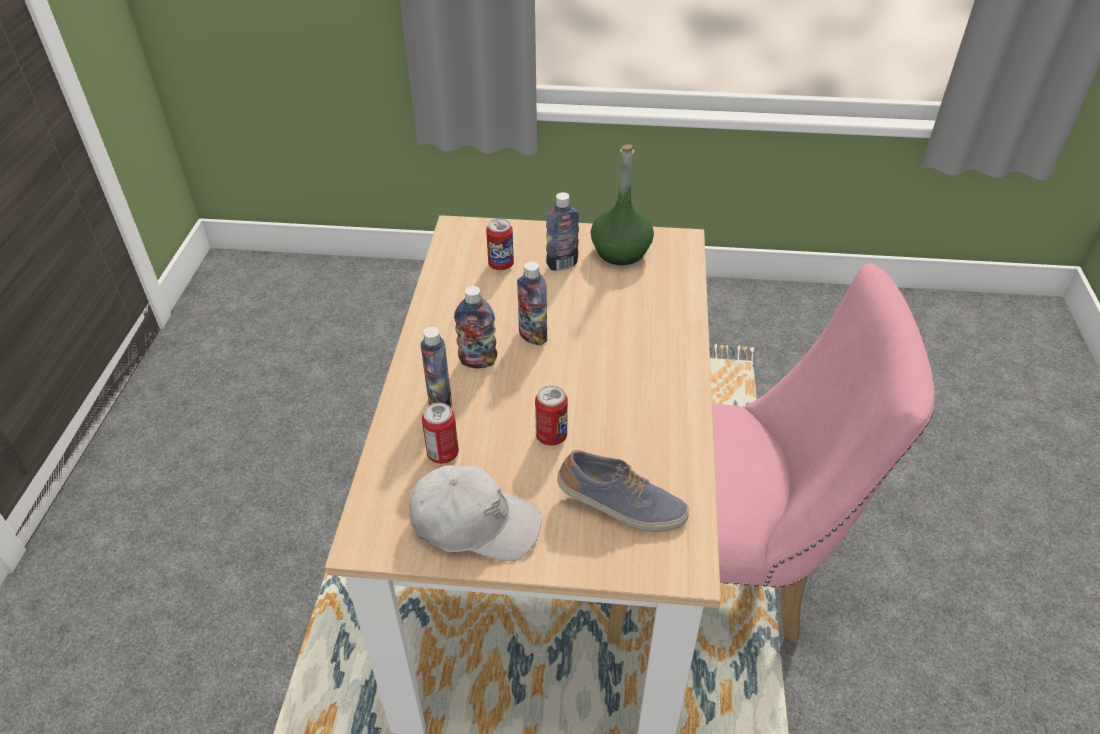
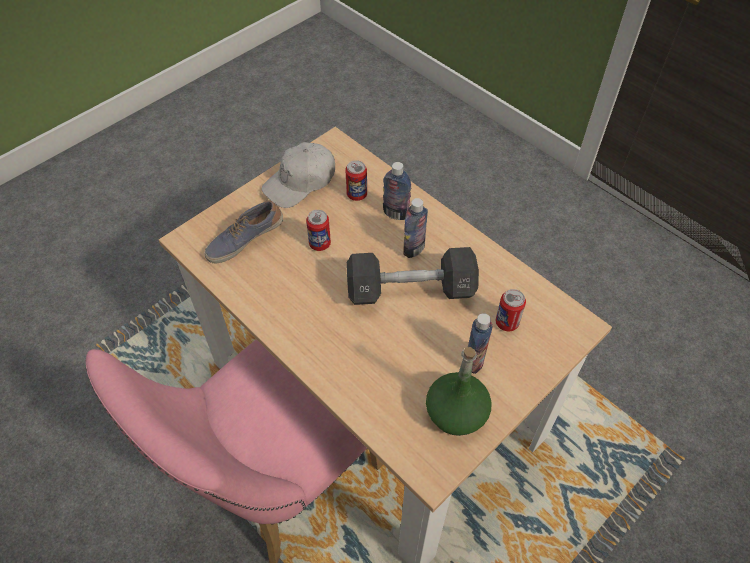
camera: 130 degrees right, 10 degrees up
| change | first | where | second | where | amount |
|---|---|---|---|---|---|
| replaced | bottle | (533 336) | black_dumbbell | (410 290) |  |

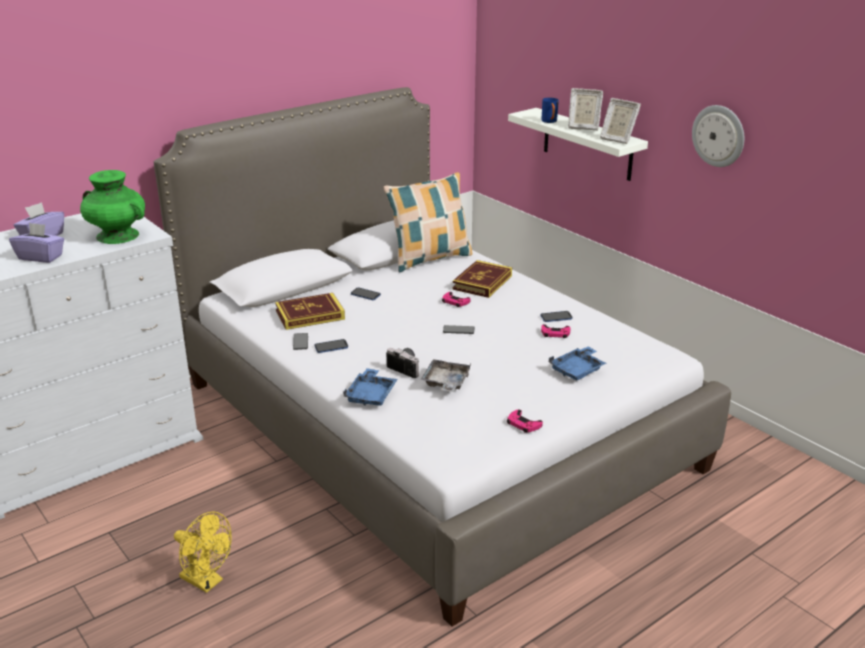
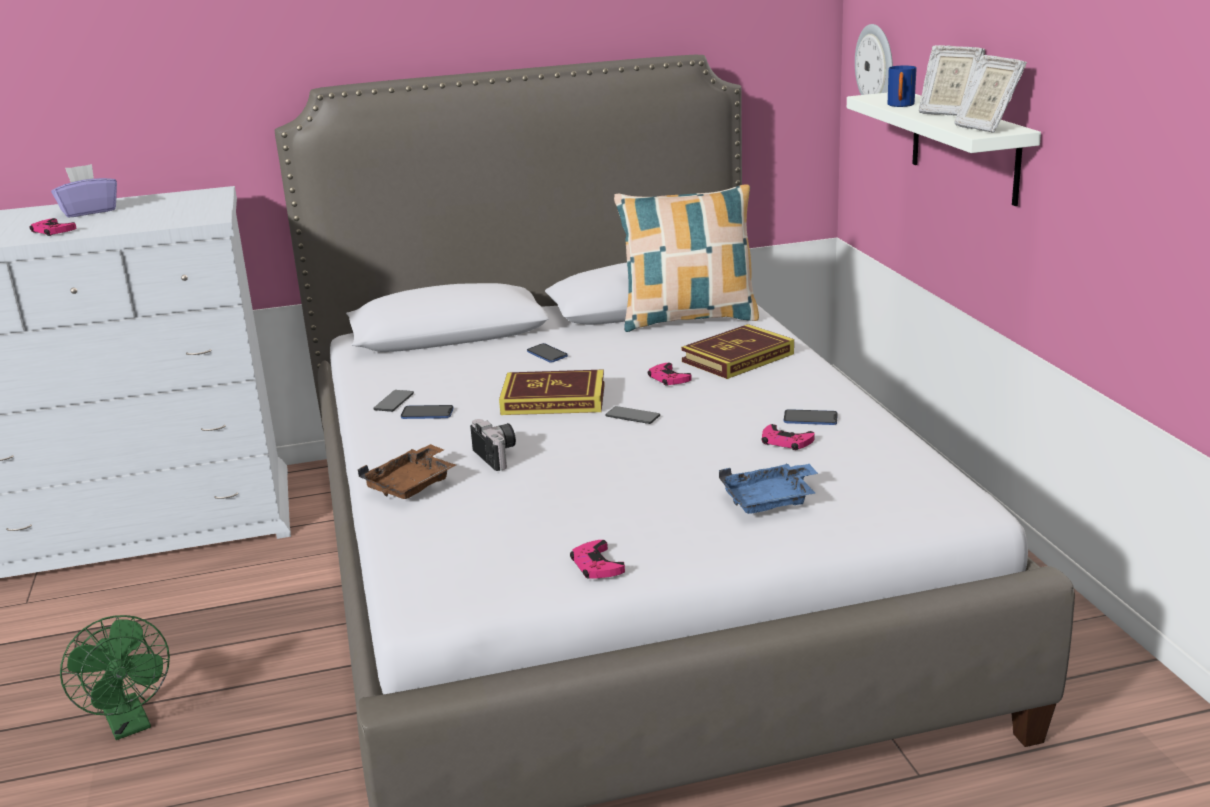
camera: 25 degrees right, 5 degrees down
| change | first | where | second | where | amount |
|---|---|---|---|---|---|
| removed | green_vase | (118 236) |  |  |  |
| removed | grey_tray | (446 383) |  |  |  |
| moved | book | (310 315) |  | (553 399) |  |
| moved | wall_clock | (719 135) |  | (876 66) |  |
| replaced | purple_tissue_box | (41 257) | pink_game_controller | (53 231) |  |
| recoloured | yellow_fan | (206 581) | green_fan | (130 725) |  |
| recoloured | blue_tray | (371 395) | brown_tray | (412 484) |  |

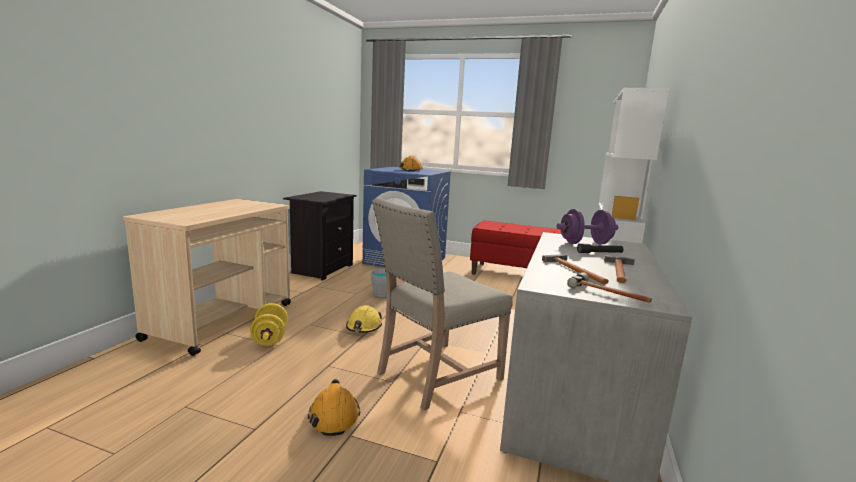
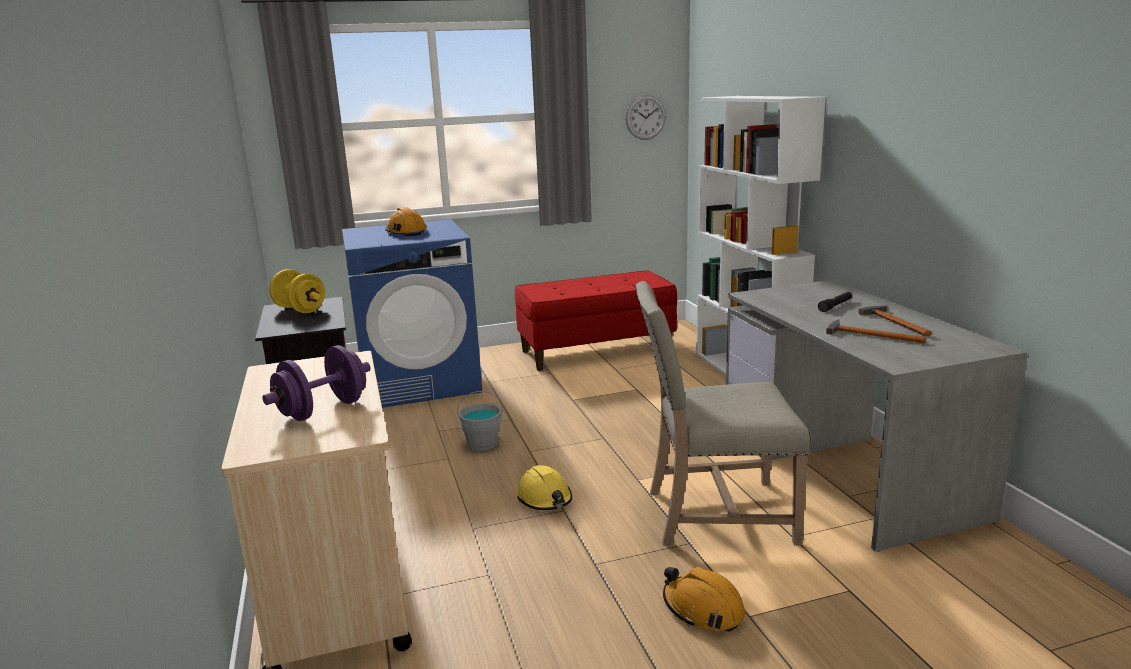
camera: 35 degrees left, 5 degrees up
| change | first | where | second | where | amount |
|---|---|---|---|---|---|
| removed | hammer | (608 294) |  |  |  |
| added |  |  | wall_clock | (645 117) |  |
| moved | yellow_dumbbell | (270 338) |  | (300 309) |  |
| moved | purple_dumbbell | (585 243) |  | (323 410) |  |
| turned | beige_chair | (435 375) |  | (714 514) | 75 degrees clockwise |

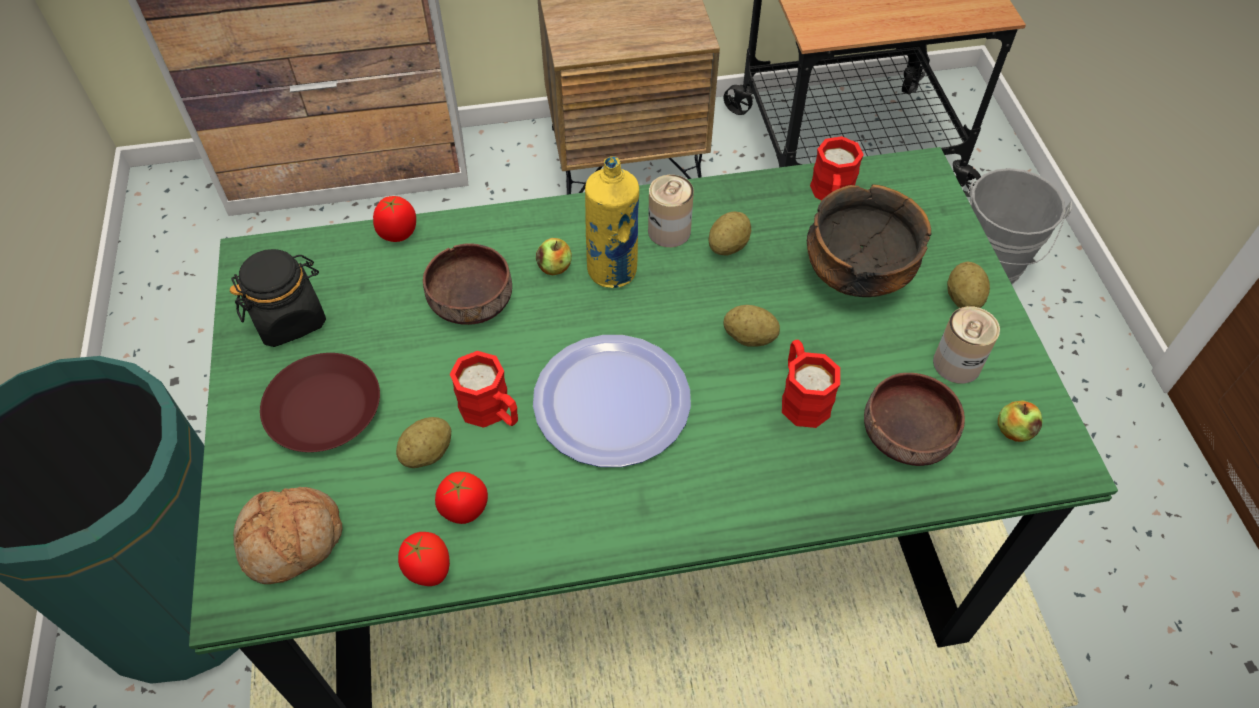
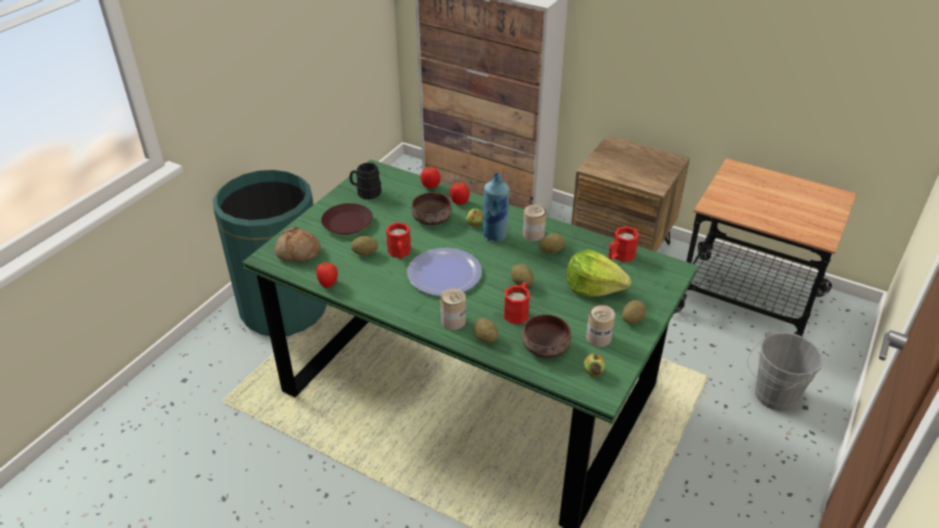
camera: 40 degrees right, 15 degrees down
| change | first | where | second | where | amount |
|---|---|---|---|---|---|
| added |  |  | can | (453 321) |  |
| added |  |  | potato | (485 338) |  |
| moved | tomato | (465 511) |  | (459 202) |  |
| replaced | black_jar | (289 318) | black_mug | (366 192) |  |
| replaced | bowl | (855 275) | lettuce | (593 287) |  |
| recoloured | yellow_bottle | (613 271) | blue_bottle | (495 235) |  |

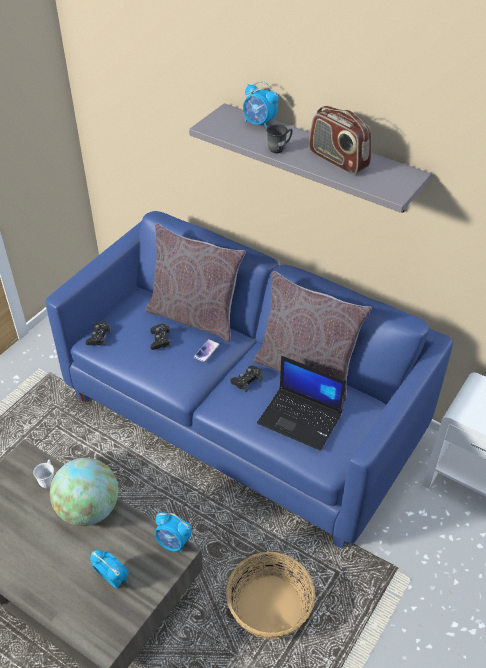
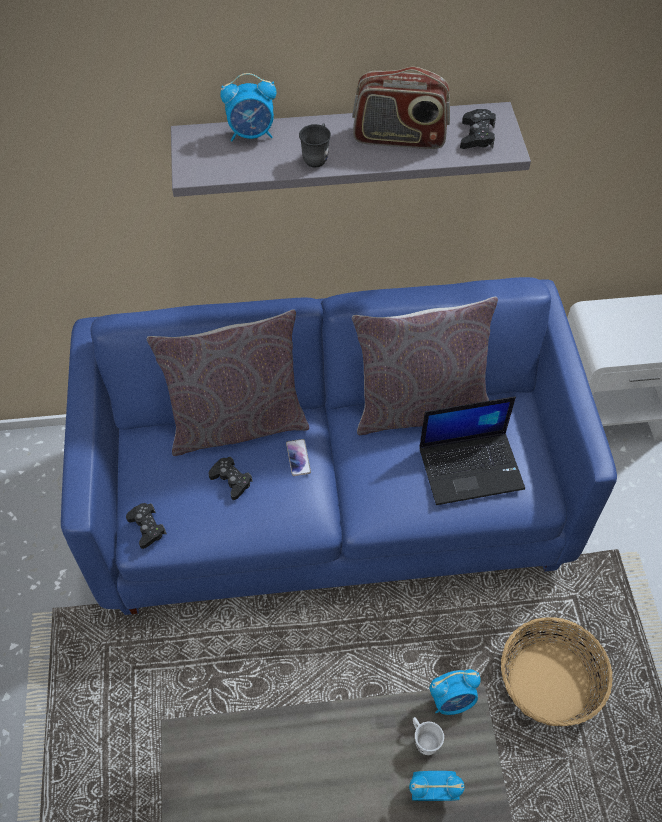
camera: 40 degrees left, 10 degrees up
| change | first | where | second | where | amount |
|---|---|---|---|---|---|
| removed | globe | (89 509) |  |  |  |
| moved | white_mug | (48 480) |  | (423 740) |  |
| moved | black_game_controller | (247 380) |  | (477 136) |  |

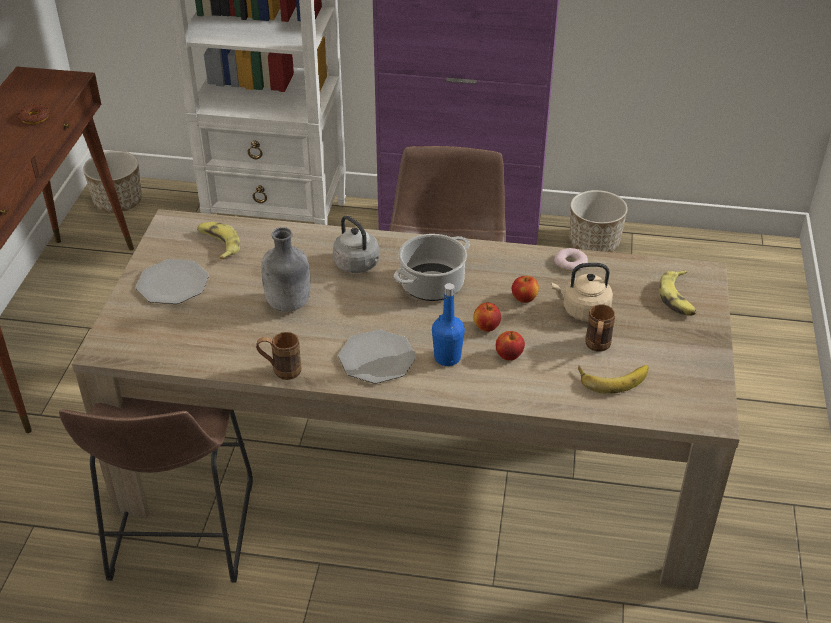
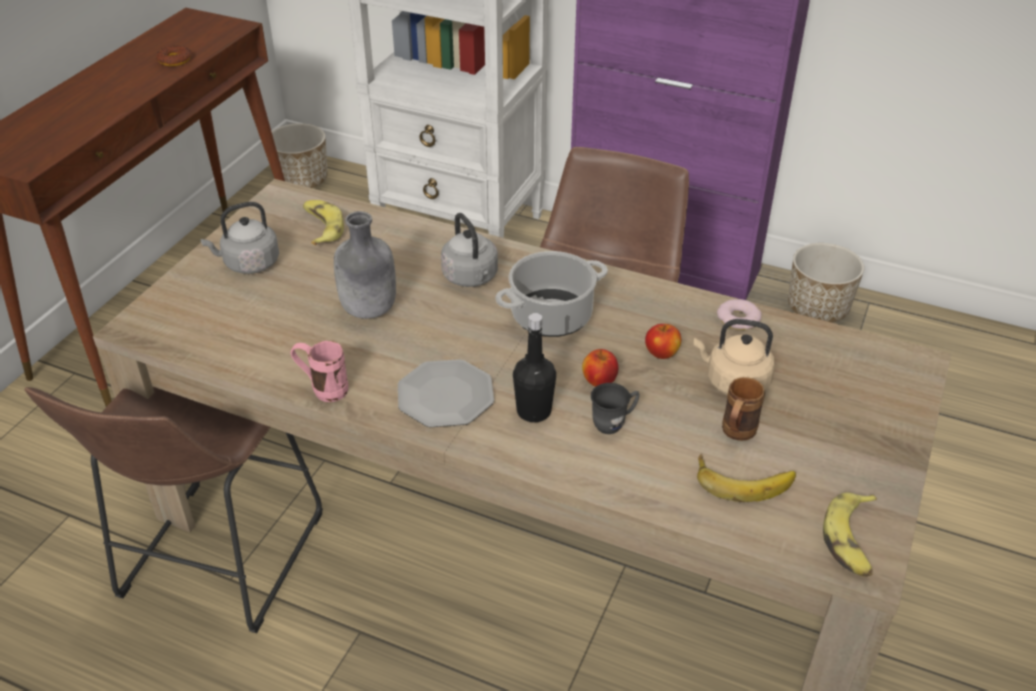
camera: 15 degrees right, 0 degrees up
| change | first | where | second | where | amount |
|---|---|---|---|---|---|
| moved | banana | (678 298) |  | (852 540) |  |
| replaced | plate | (172 284) | grey_kettle | (249 264) |  |
| replaced | apple | (509 355) | grey_mug | (614 423) |  |
| recoloured | brown_mug | (280 370) | pink_mug | (323 389) |  |
| recoloured | blue_bottle | (447 358) | black_bottle | (534 411) |  |

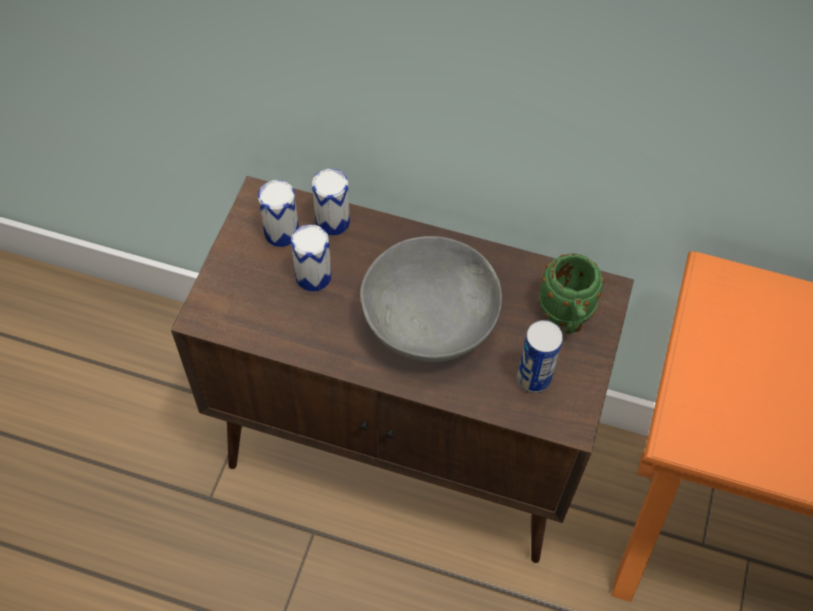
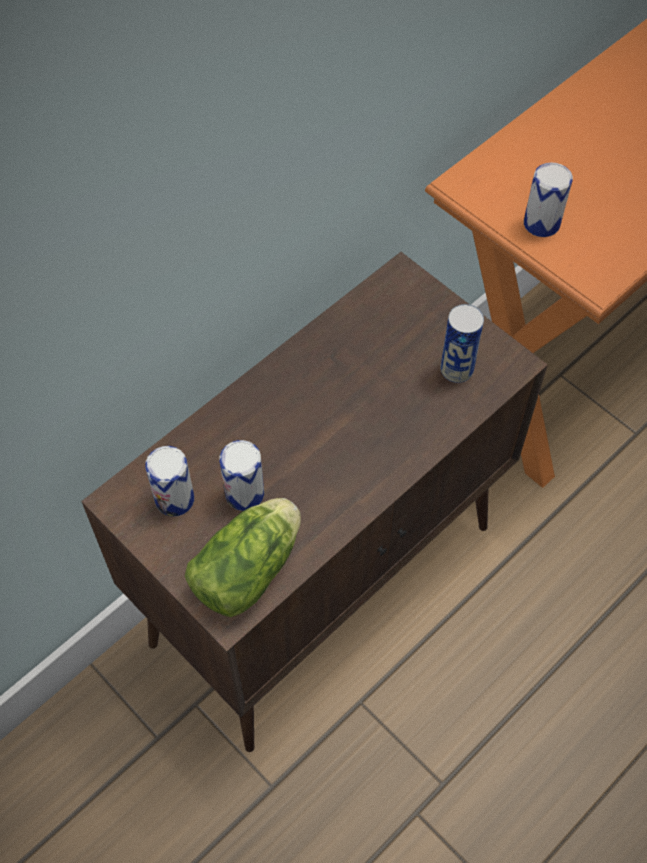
camera: 60 degrees left, 0 degrees up
| change | first | where | second | where | amount |
|---|---|---|---|---|---|
| removed | grey_bowl | (429 323) |  |  |  |
| removed | green_mug | (566 316) |  |  |  |
| added |  |  | lettuce | (251 566) |  |
| moved | can | (332 221) |  | (541 223) |  |

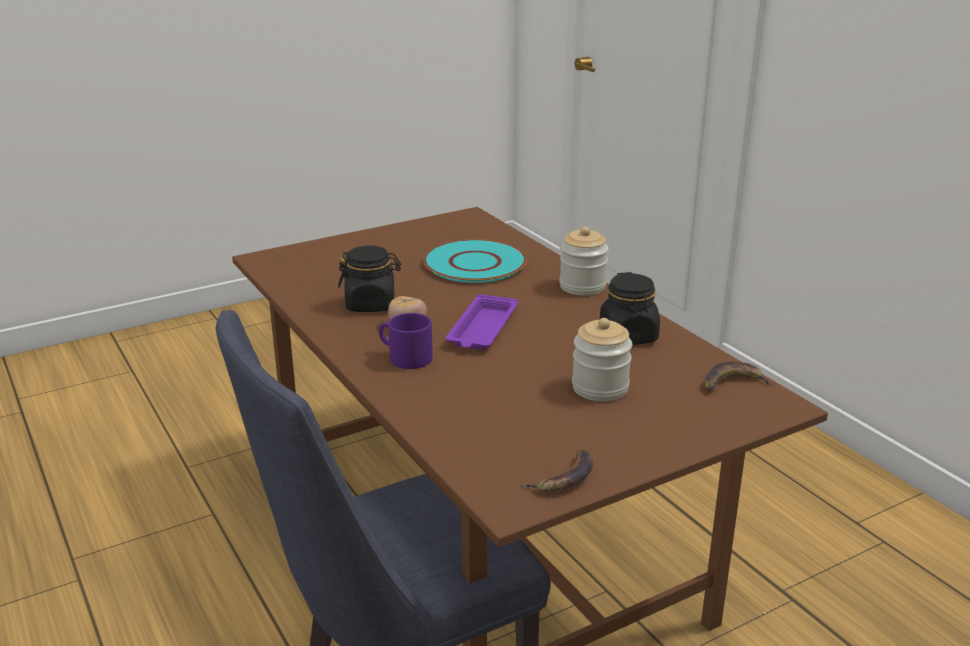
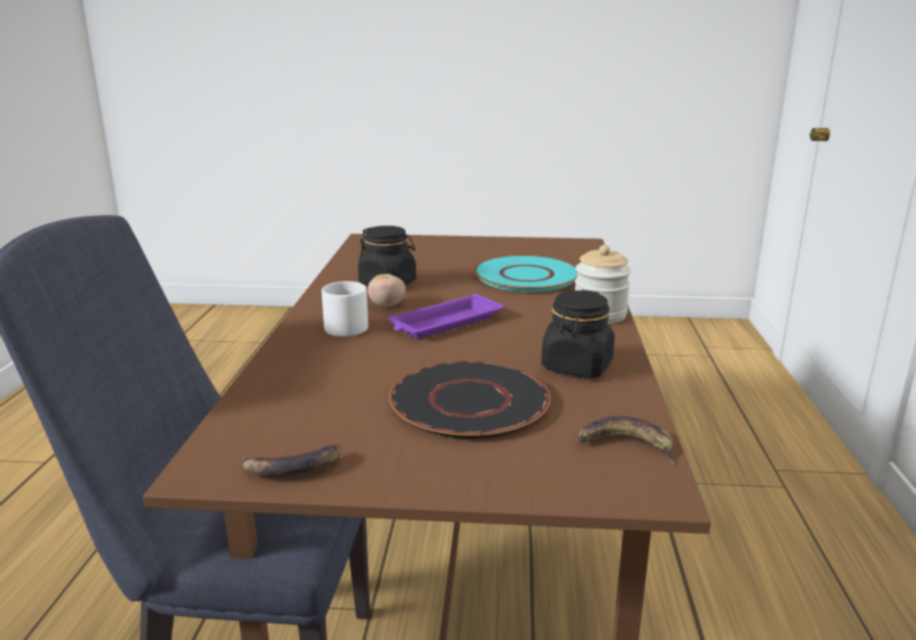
camera: 35 degrees right, 5 degrees down
| change | first | where | second | where | amount |
|---|---|---|---|---|---|
| replaced | jar | (600 388) | black_plate | (468 401) |  |
| recoloured | purple_mug | (404 357) | white_mug | (342 325) |  |

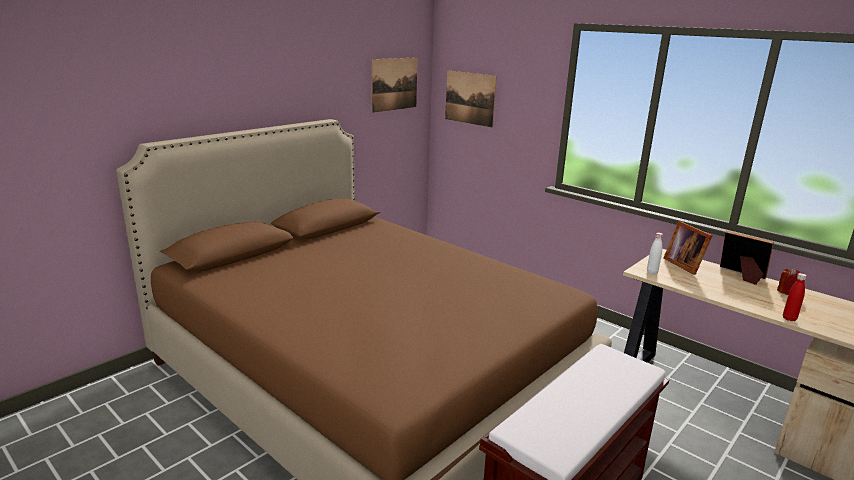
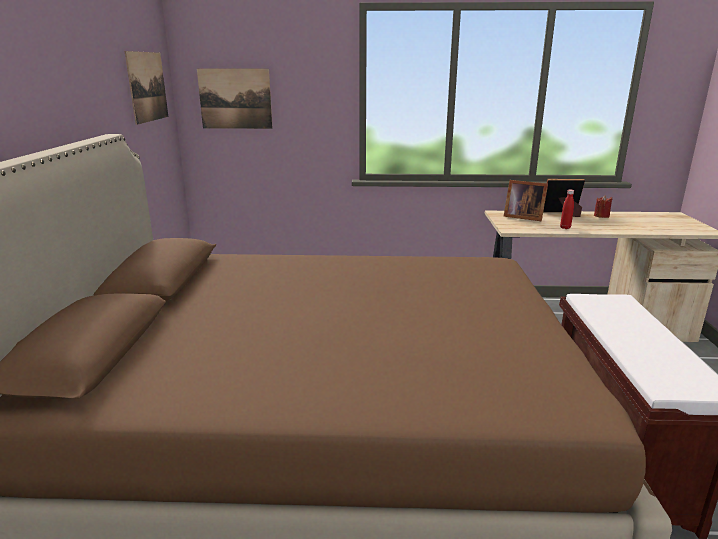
camera: 40 degrees left, 0 degrees up
| change | first | where | second | where | amount |
|---|---|---|---|---|---|
| removed | white_bottle | (652 272) |  |  |  |
| moved | red_bottle | (789 318) |  | (565 228) |  |

